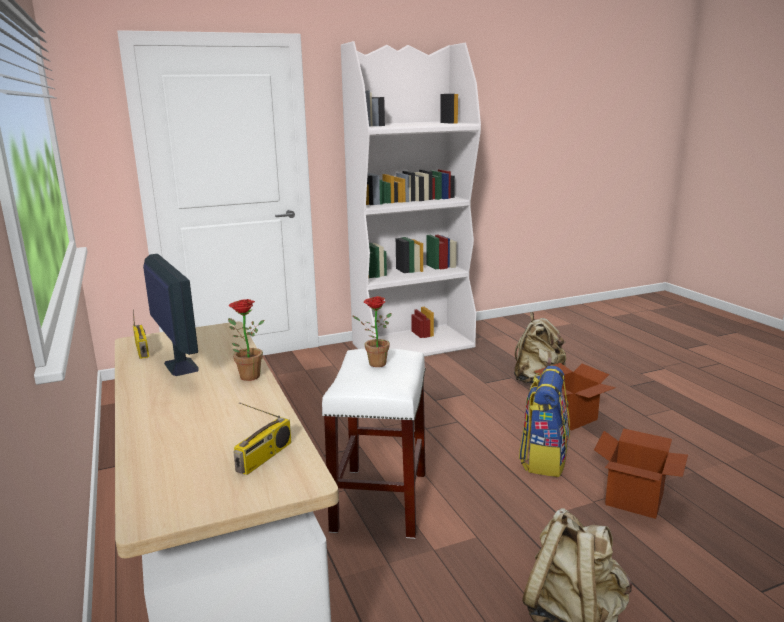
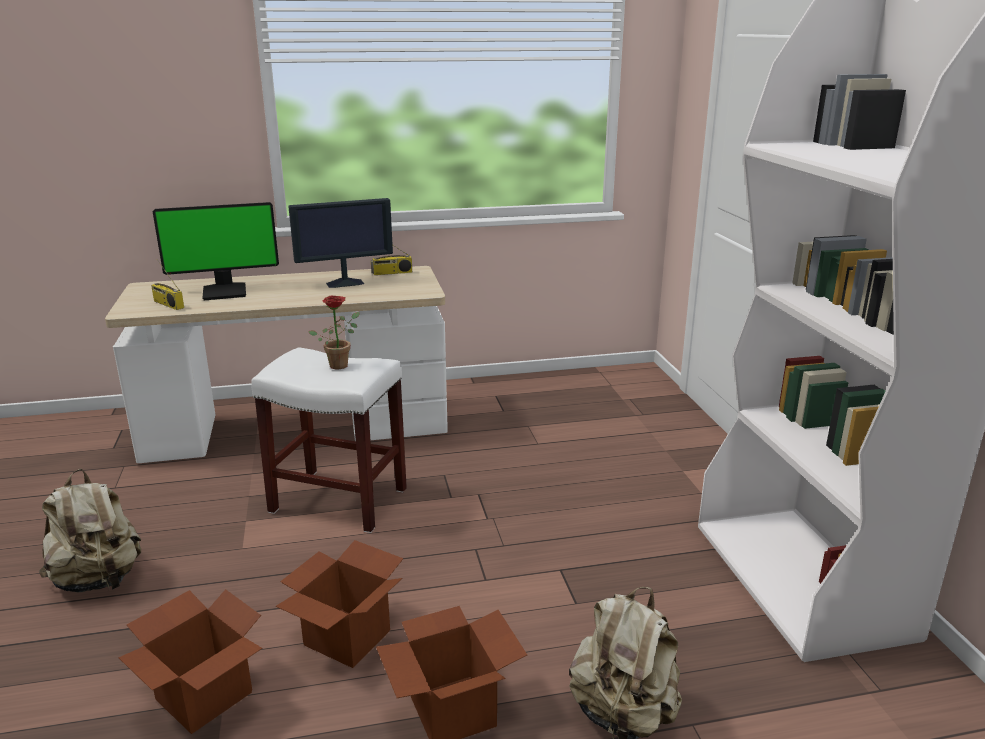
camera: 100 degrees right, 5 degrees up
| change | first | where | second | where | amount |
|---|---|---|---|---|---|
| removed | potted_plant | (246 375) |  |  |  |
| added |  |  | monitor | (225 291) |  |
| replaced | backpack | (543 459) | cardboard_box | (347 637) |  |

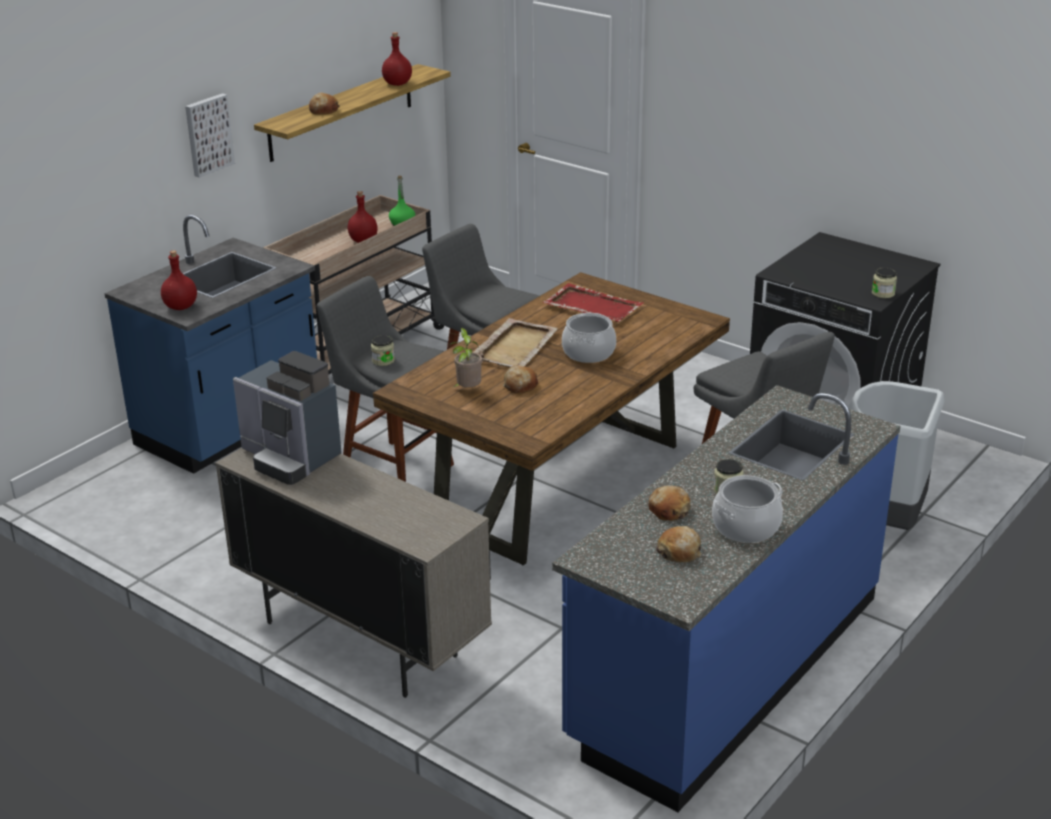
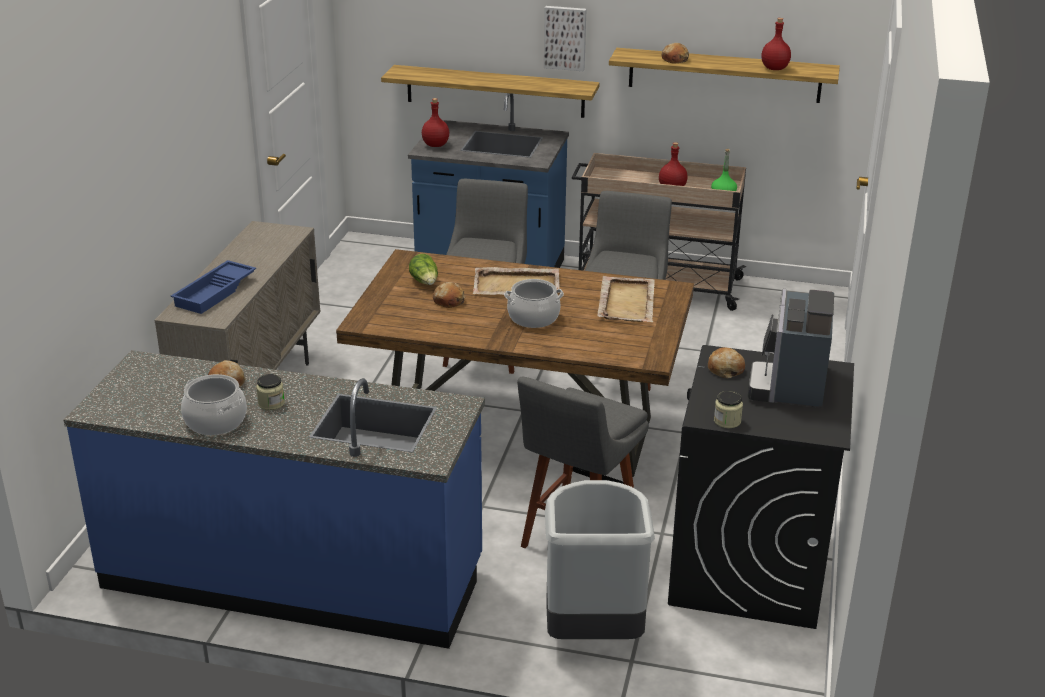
camera: 65 degrees right, 0 degrees up
| change | first | where | second | where | amount |
|---|---|---|---|---|---|
| removed | jar | (383 361) |  |  |  |
| added |  |  | blue_tray | (216 293) |  |
| added |  |  | shelf | (495 91) |  |
| moved | coffee_machine | (290 458) |  | (790 386) |  |
| moved | bread | (679 552) |  | (725 369) |  |
| replaced | potted_plant | (467 390) | lettuce | (425 282) |  |
| recoloured | red_tray | (592 306) | beige_tray | (626 301) |  |

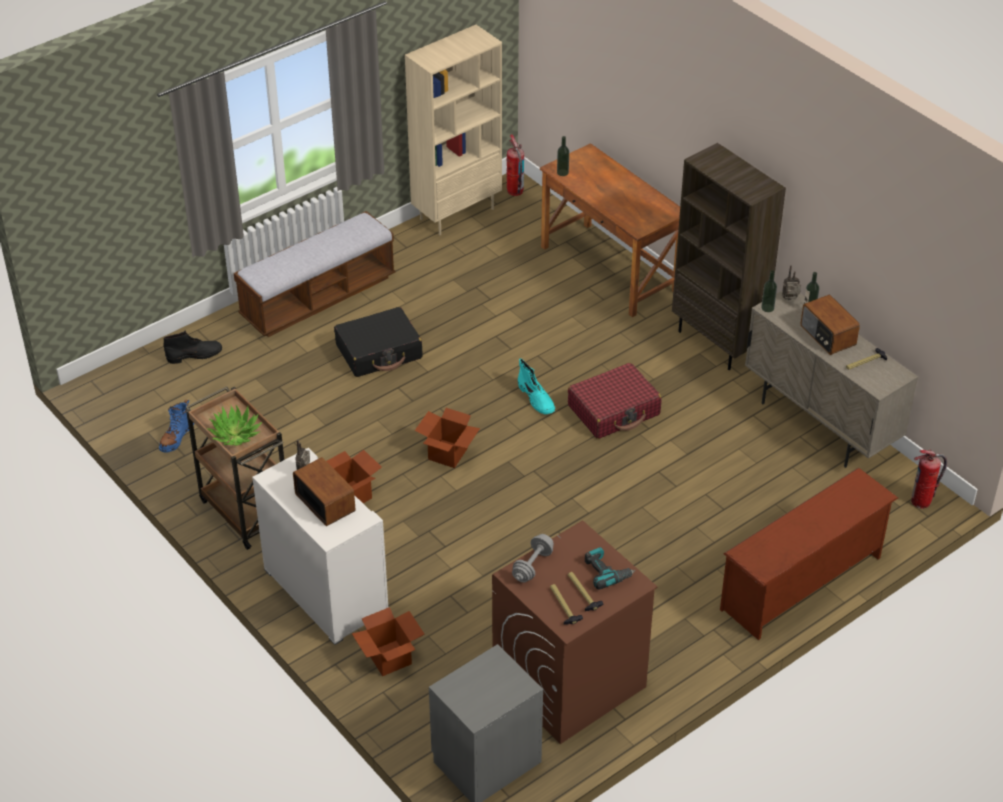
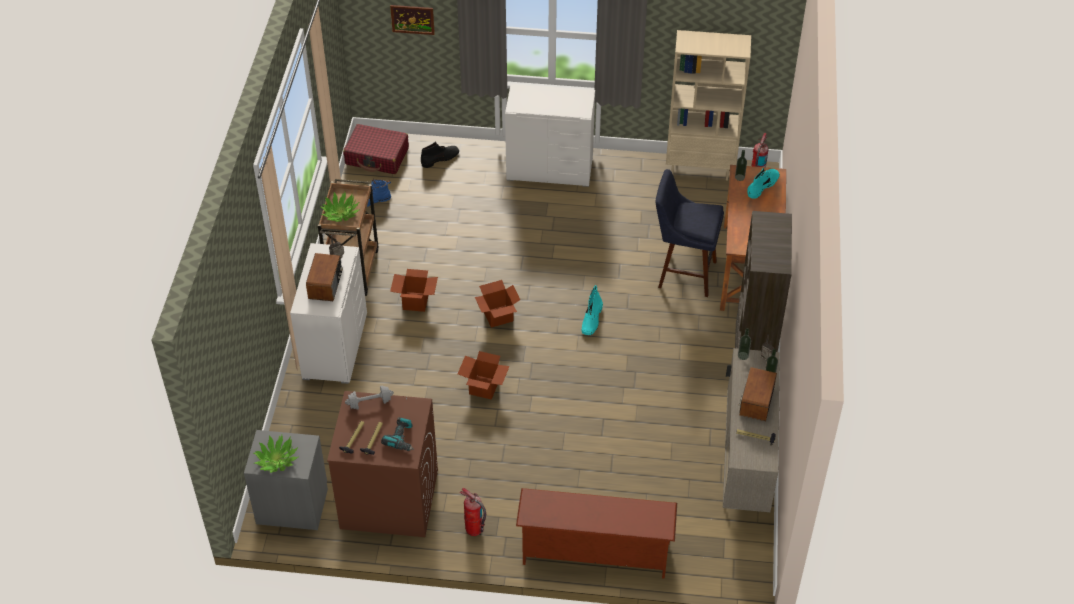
camera: 45 degrees right, 5 degrees up
| change | first | where | second | where | amount |
|---|---|---|---|---|---|
| removed | black_suitcase | (379 352) |  |  |  |
| added |  |  | potted_plant | (277 460) |  |
| added |  |  | picture | (412 19) |  |
| added |  |  | blue_stool | (682 273) |  |
| added |  |  | turquoise_boot | (763 185) |  |
| moved | cardboard_box | (389 658) |  | (484 387) |  |
| moved | red_suitcase | (614 410) |  | (377 156) |  |
| moved | fire_extinguisher | (921 501) |  | (474 529) |  |
| replaced | bench | (318 297) | white_dresser | (550 168) |  |
| turned | black_boot | (195 355) |  | (440 158) | 60 degrees counterclockwise |

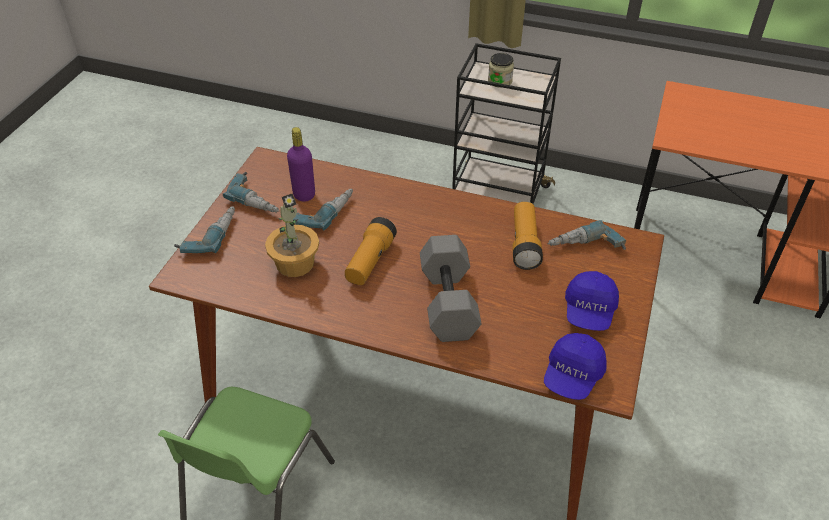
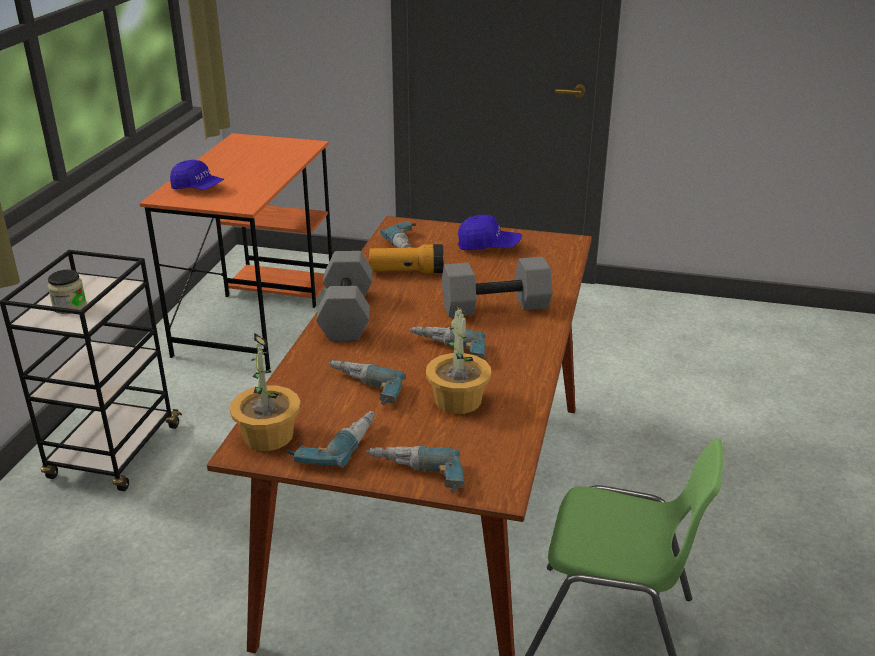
camera: 95 degrees left, 15 degrees down
| change | first | where | second | where | amount |
|---|---|---|---|---|---|
| removed | purple_bottle | (304 194) |  |  |  |
| added |  |  | potted_plant | (267 436) |  |
| added |  |  | grey_dumbbell | (348 315) |  |
| moved | blue_cap | (572 376) |  | (198 188) |  |
| replaced | flashlight | (370 261) | power_drill | (446 352) |  |

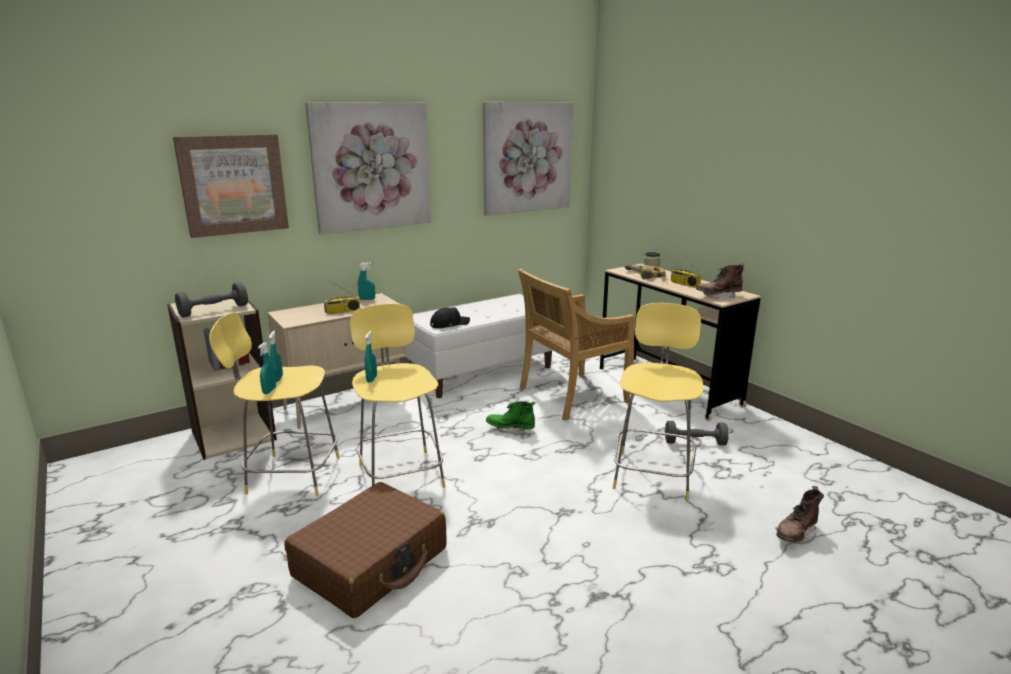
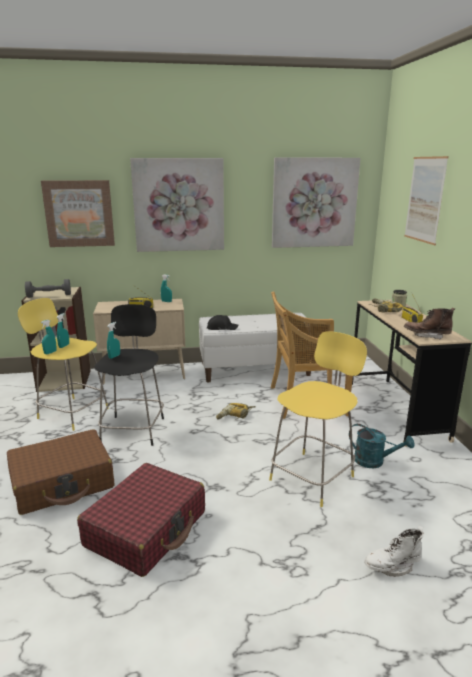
camera: 25 degrees right, 0 degrees up
| change | first | where | second | where | amount |
|---|---|---|---|---|---|
| added |  |  | red_suitcase | (147 529) |  |
| added |  |  | picture | (425 199) |  |
| replaced | green_boot | (510 430) | power_drill | (235 416) |  |
| replaced | grey_dumbbell | (695 442) | turquoise_watering_can | (374 461) |  |
| recoloured | yellow_stool | (400 474) | black_stool | (133 429) |  |
| recoloured | brown_boot | (796 535) | white_boot | (392 566) |  |

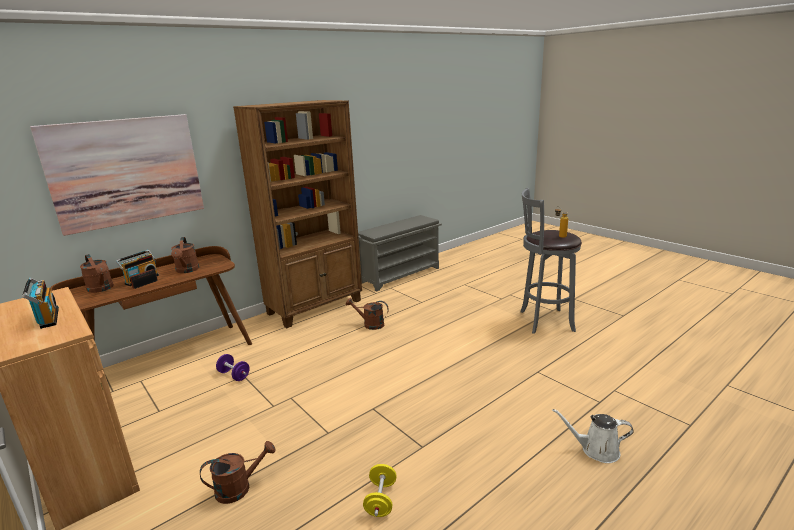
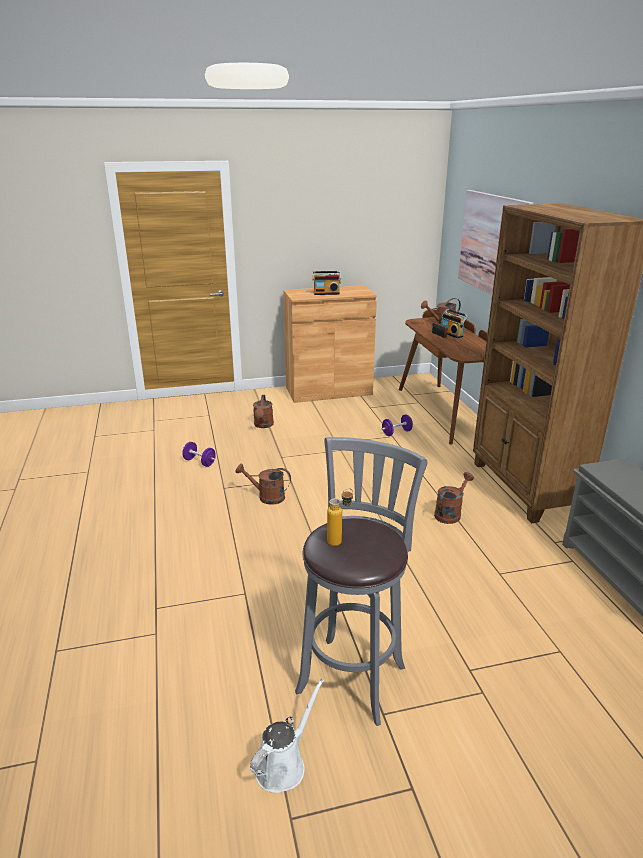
camera: 115 degrees right, 5 degrees up
| change | first | where | second | where | amount |
|---|---|---|---|---|---|
| moved | brown_watering_can | (187 270) |  | (266 497) |  |
| moved | white_watering_can | (596 450) |  | (283 765) |  |
| recoloured | yellow_dumbbell | (381 500) | purple_dumbbell | (199 462) |  |

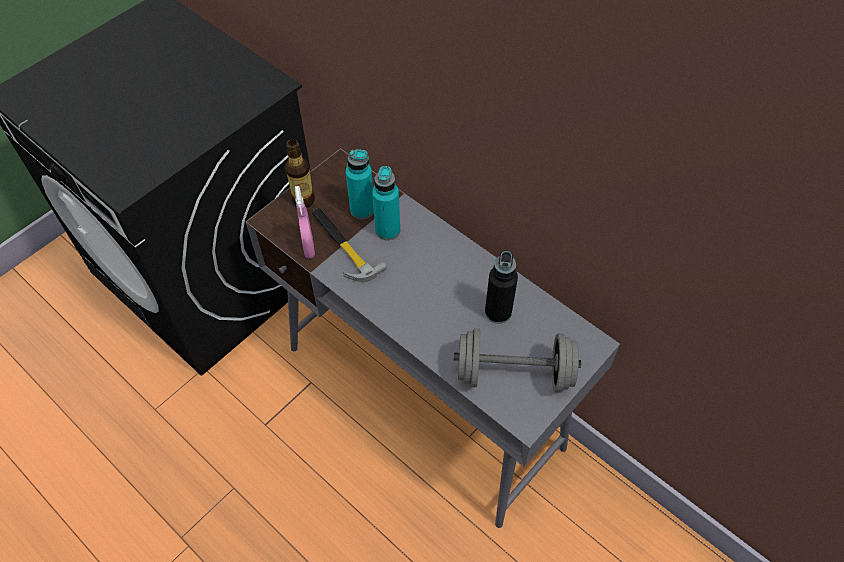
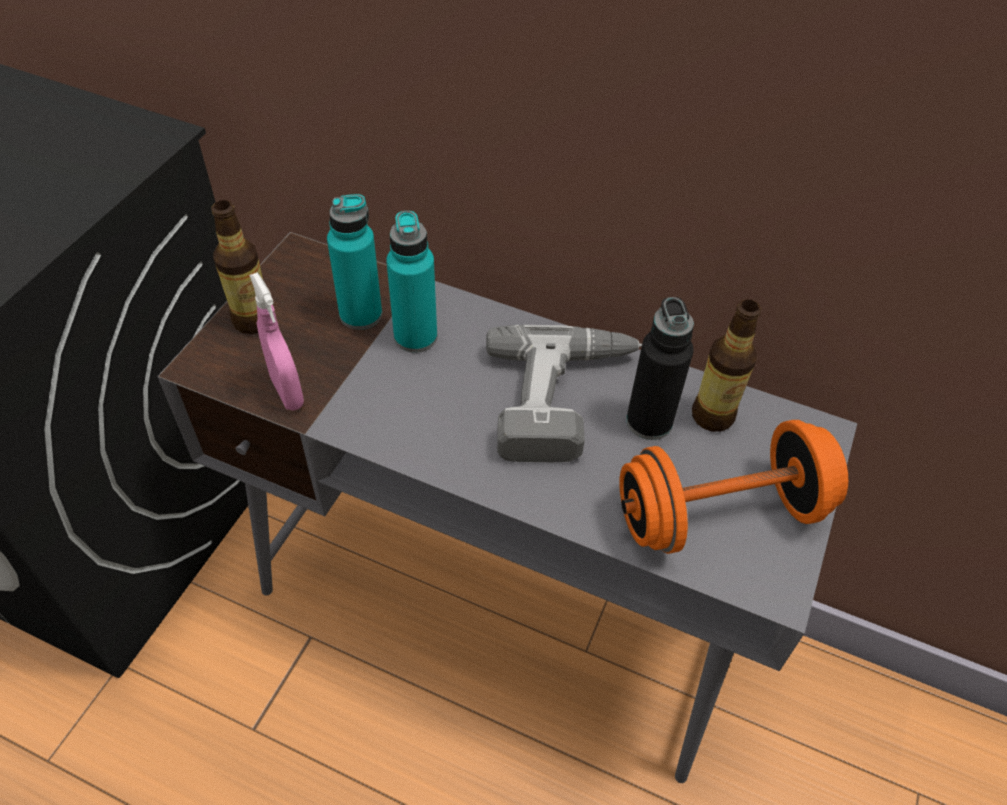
camera: 20 degrees left, 5 degrees down
| change | first | where | second | where | amount |
|---|---|---|---|---|---|
| removed | hammer | (342 246) |  |  |  |
| added |  |  | power_drill | (564 401) |  |
| added |  |  | bottle | (712 416) |  |
| recoloured | grey_dumbbell | (514 373) | orange_dumbbell | (720 513) |  |

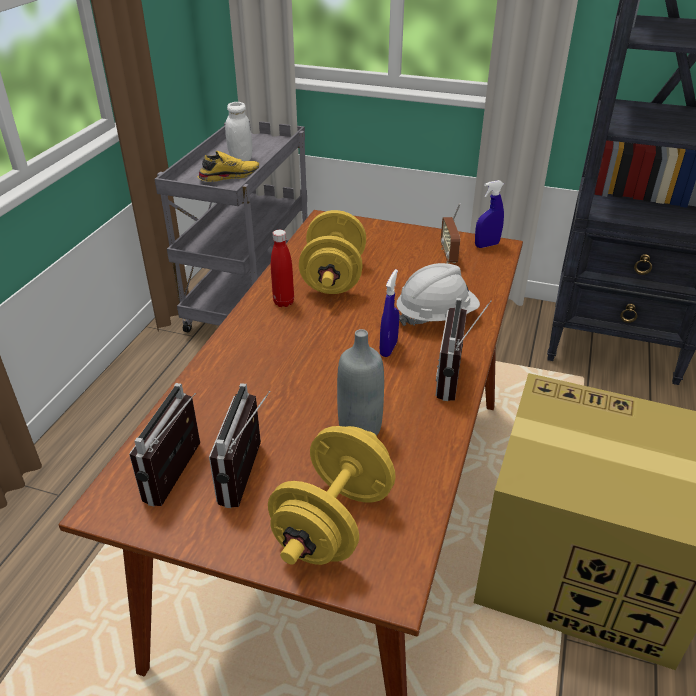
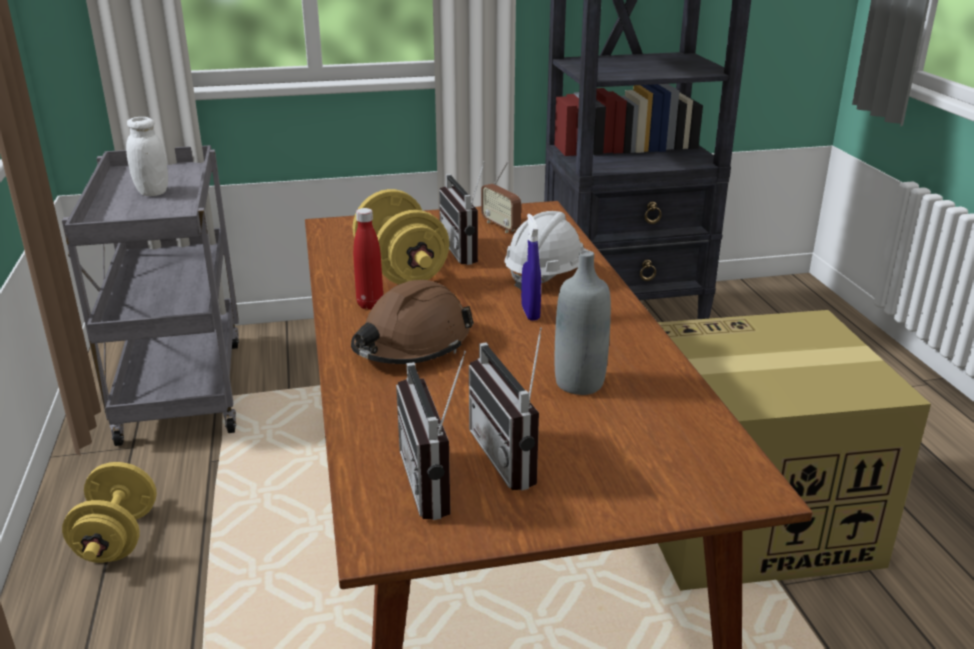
camera: 30 degrees left, 10 degrees down
| change | first | where | second | where | amount |
|---|---|---|---|---|---|
| removed | yellow_shoe | (229 176) |  |  |  |
| removed | blue_spray_bottle | (486 245) |  |  |  |
| added |  |  | brown_hard_hat | (411 345) |  |
| moved | yellow_dumbbell | (333 523) |  | (117 538) |  |
| moved | radio | (458 379) |  | (468 251) |  |

